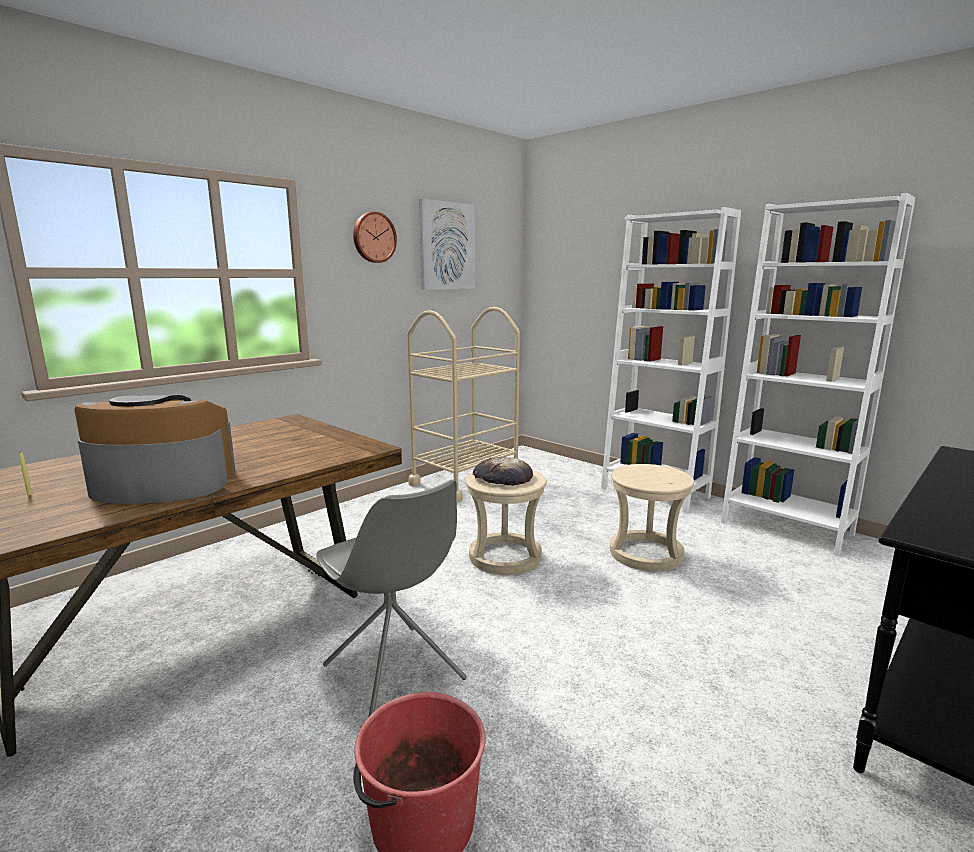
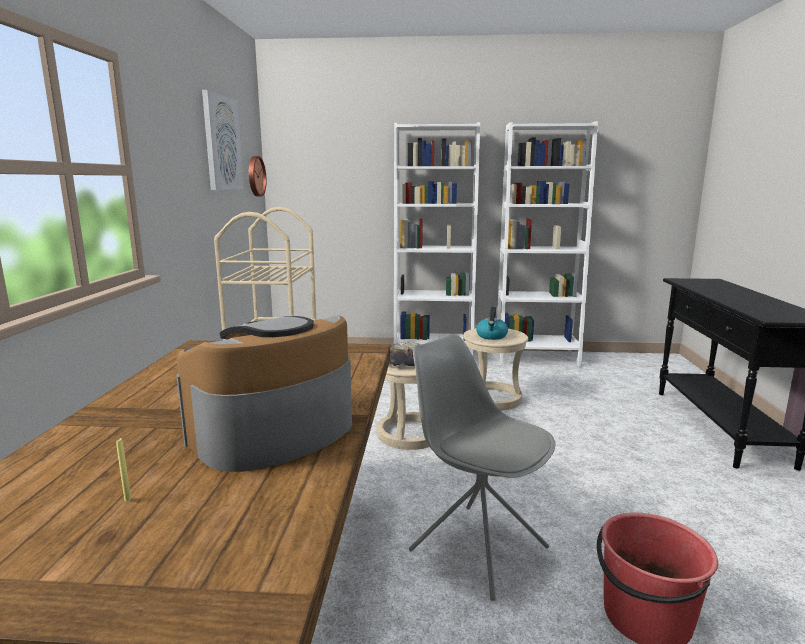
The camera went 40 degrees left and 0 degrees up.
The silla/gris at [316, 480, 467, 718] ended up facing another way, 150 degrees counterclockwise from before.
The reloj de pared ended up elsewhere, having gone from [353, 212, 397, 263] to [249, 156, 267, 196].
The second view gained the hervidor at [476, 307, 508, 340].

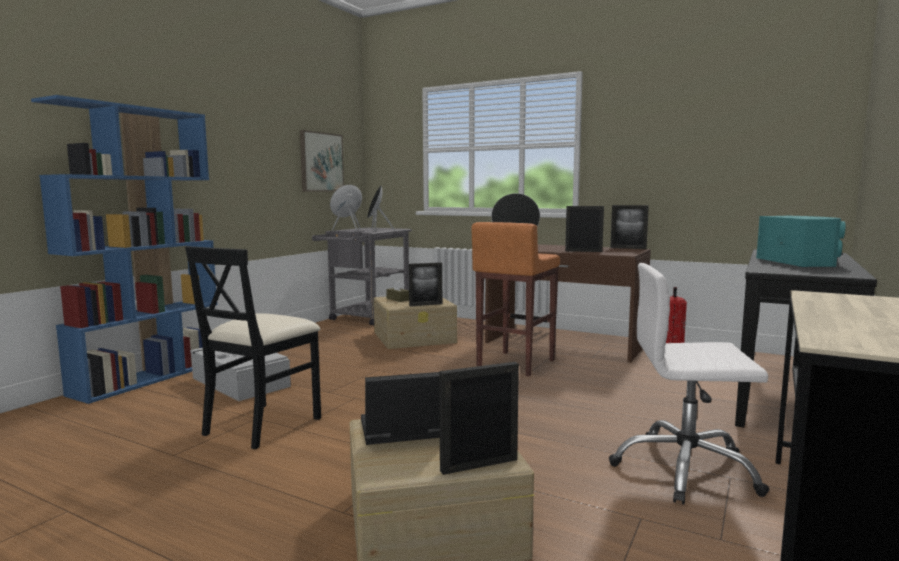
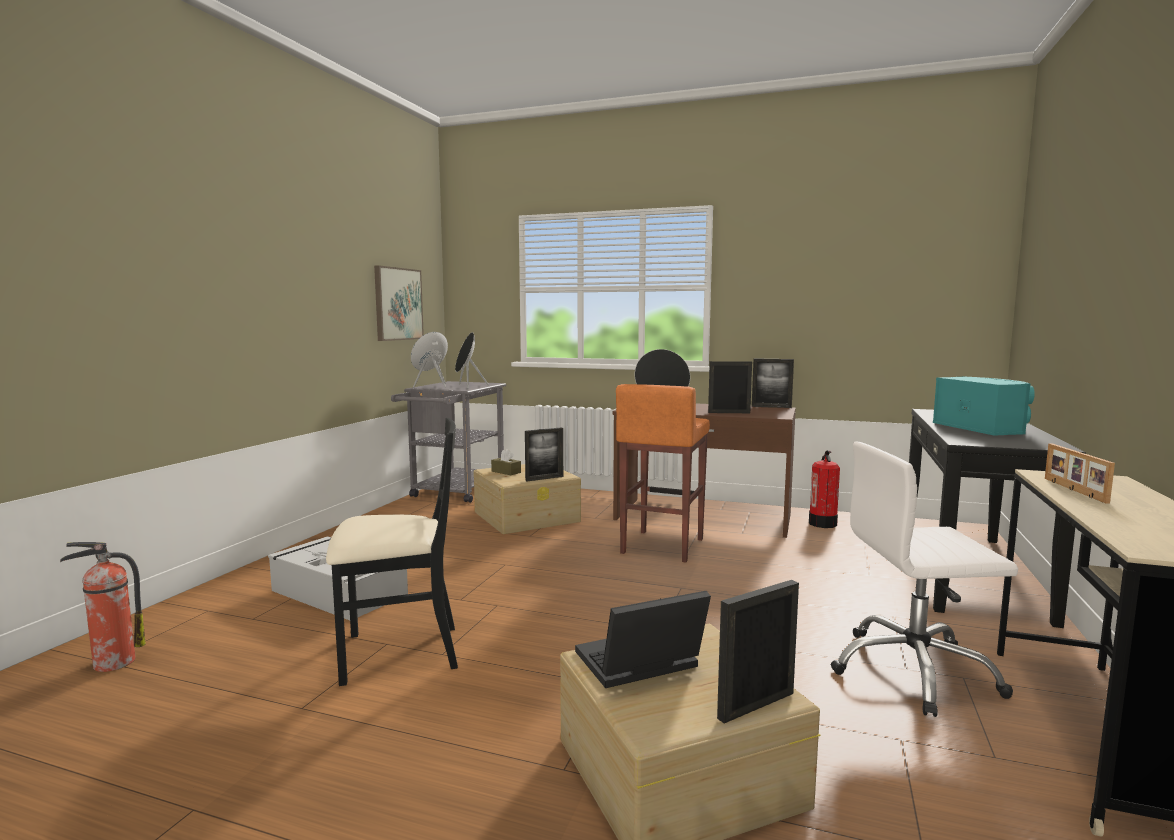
The camera went 10 degrees left and 0 degrees up.
The second view lost the estantería/azul at [31, 95, 217, 404].
The silla/negro at [185, 246, 321, 449] ended up facing another way, 120 degrees counterclockwise from before.
The second view gained the extintor at [60, 542, 146, 672].
The second view gained the portarretratos at [1045, 443, 1115, 503].

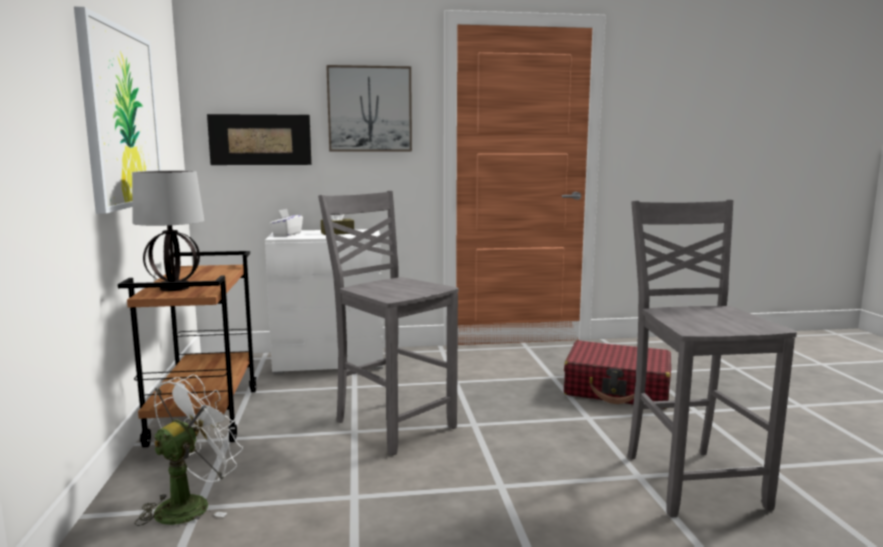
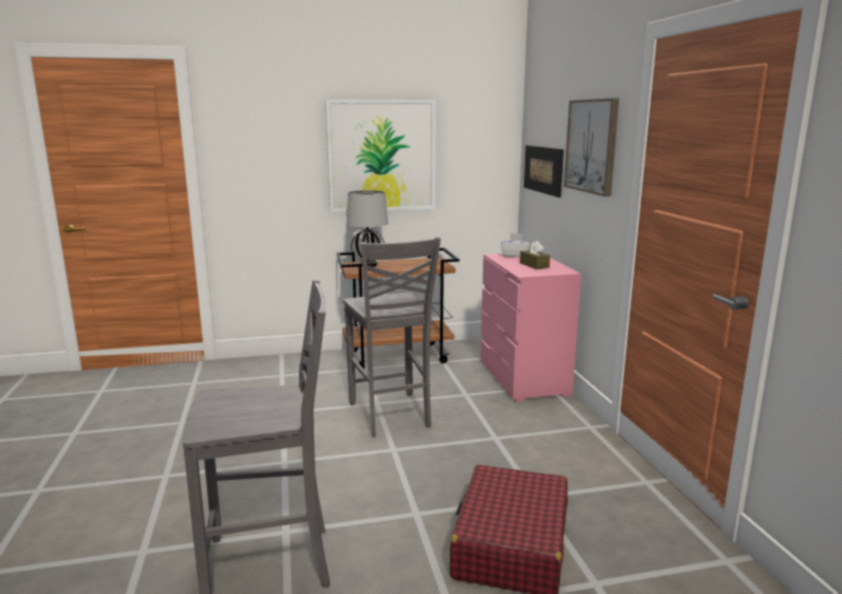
The camera went 85 degrees right and 5 degrees up.
The second view lost the ventilador/blanco at [135, 374, 243, 526].
What was the cómoda/blanco at [265, 229, 383, 374] turned into the cómoda/rosa at [480, 253, 581, 402].
The silla/gris at [318, 191, 458, 456] ended up facing another way, 120 degrees clockwise from before.

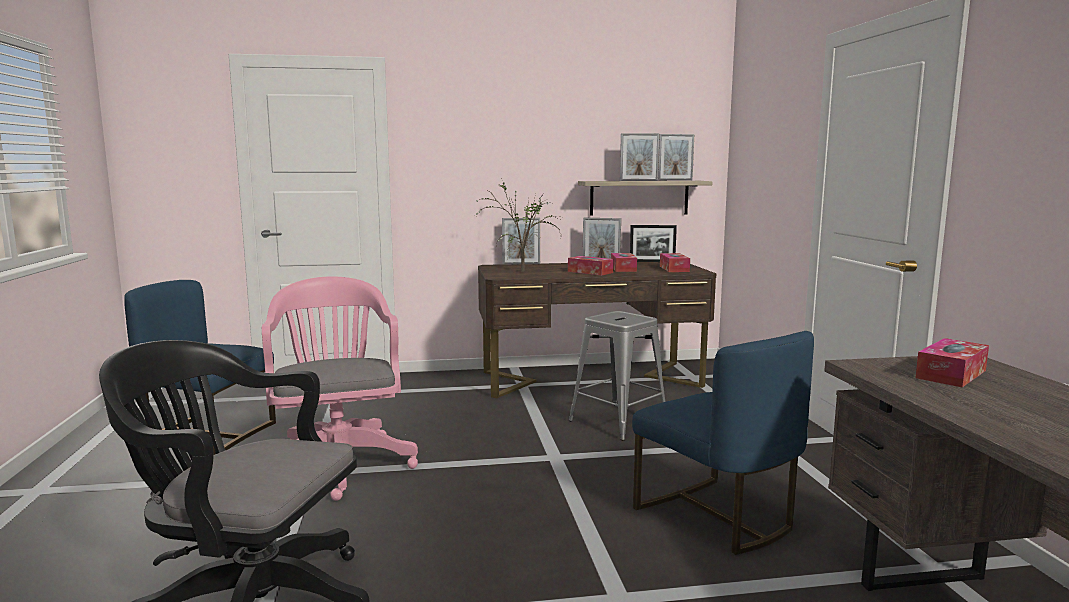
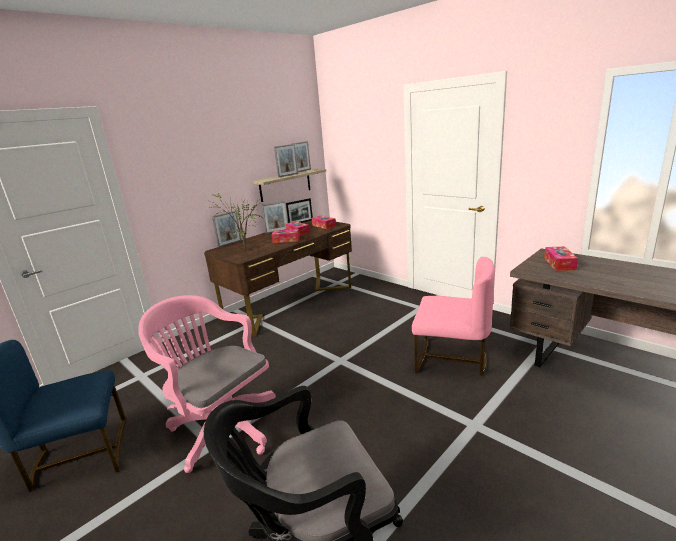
The camera went 35 degrees left and 10 degrees up.
The second view lost the taburete/gris at [569, 311, 665, 440].
What was the silla/azul at [632, 331, 814, 555] turned into the silla/rosa at [412, 257, 495, 376].

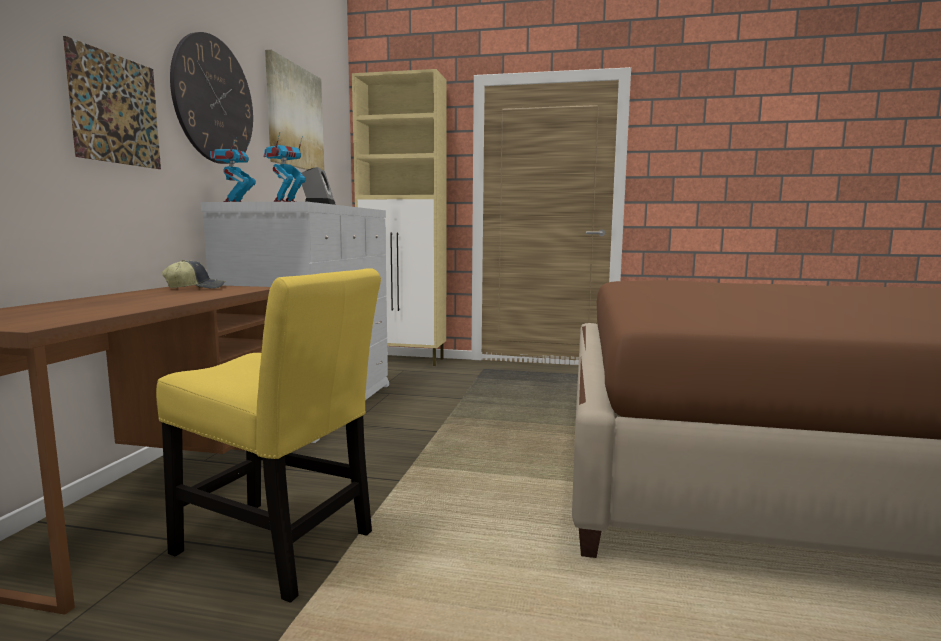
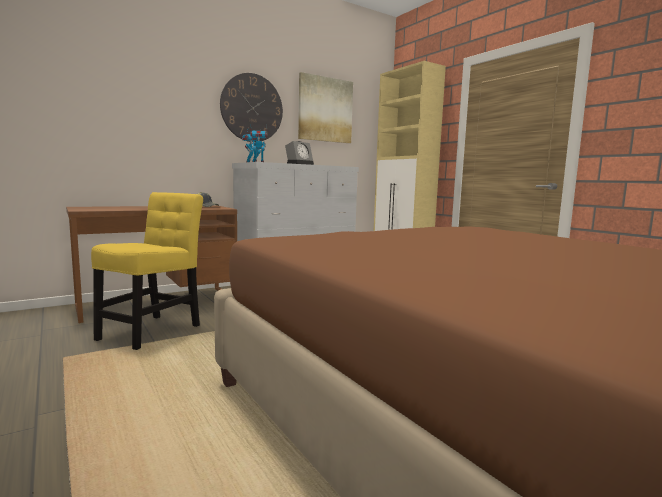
The camera went 45 degrees right and 0 degrees up.
The second view lost the cuadro at [63, 36, 161, 169].
The silla/amarillo at [156, 268, 381, 603] ended up facing another way, 135 degrees counterclockwise from before.

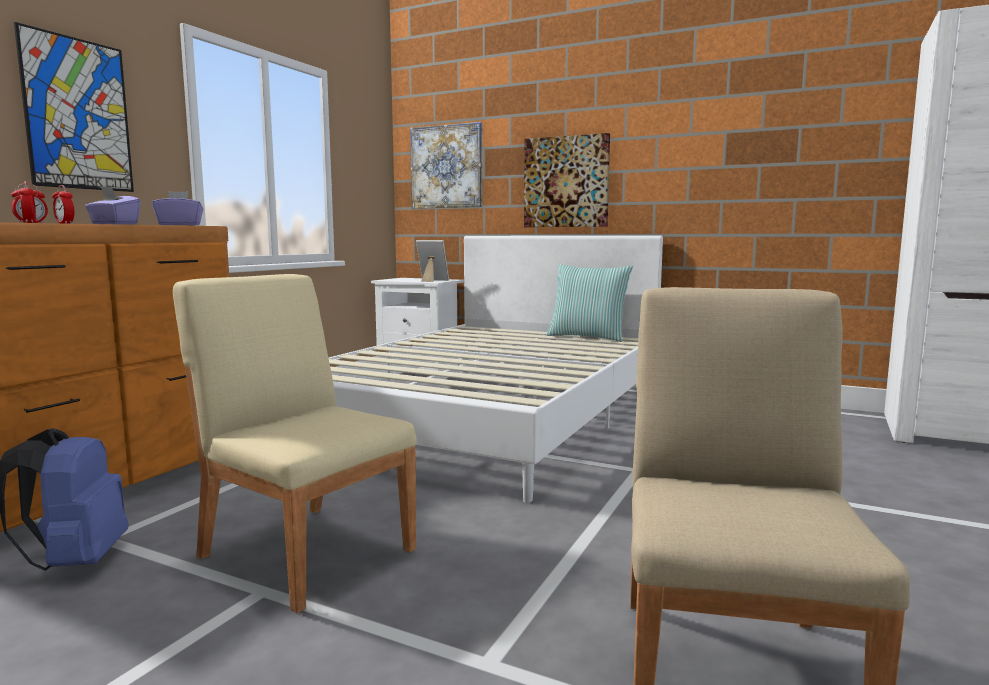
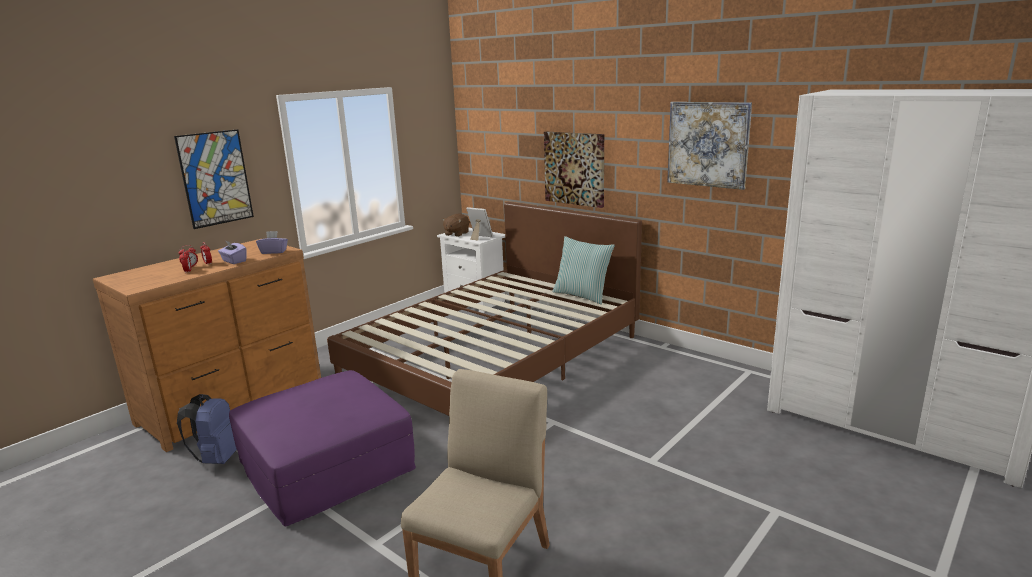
The camera went 15 degrees right and 10 degrees up.
Where the silla/beis stood at [173, 274, 417, 613], the puf/morado came to stand at [229, 370, 416, 526].
What was the cama/blanco at [329, 236, 663, 503] turned into the cama/marrón at [327, 202, 642, 416].
The cuadro ended up elsewhere, having gone from [410, 122, 483, 209] to [667, 102, 752, 190].
The second view gained the peluche/marrón at [442, 213, 469, 237].

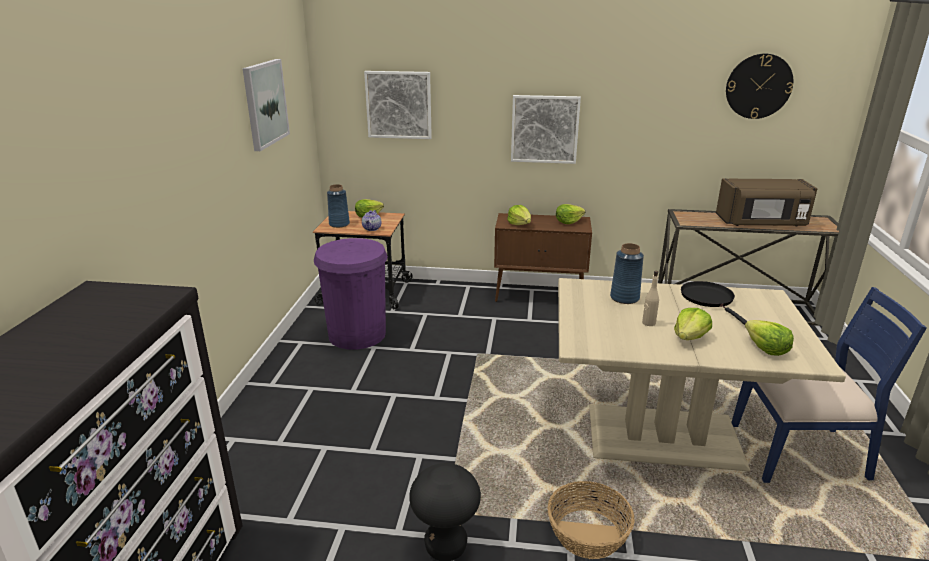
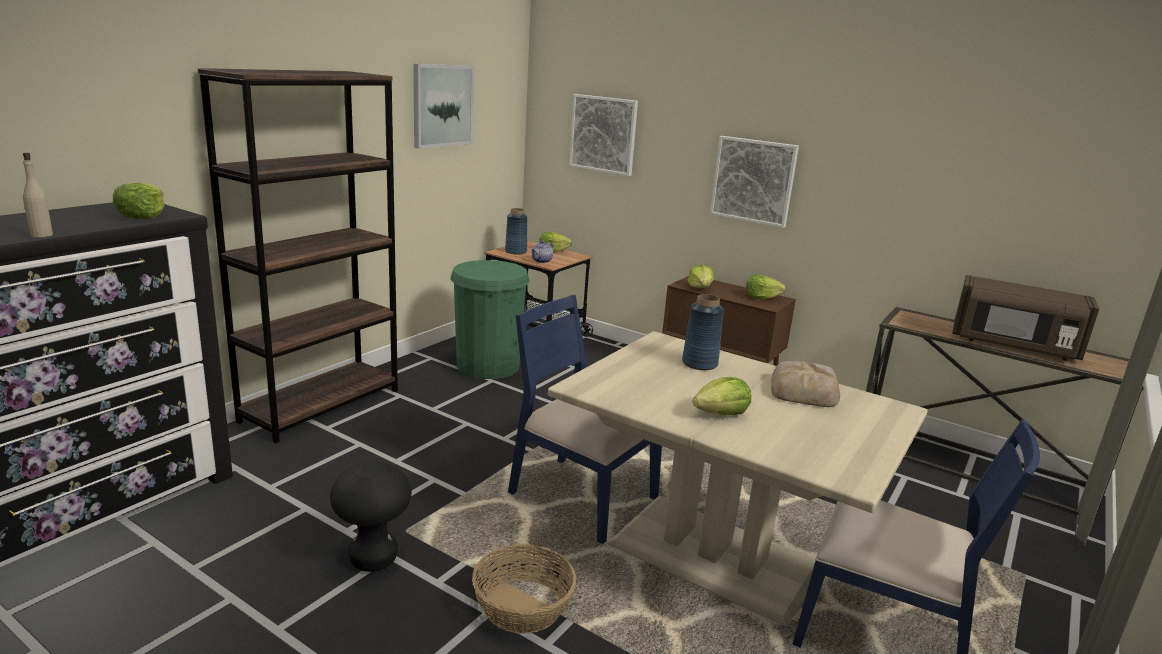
The camera went 25 degrees right and 5 degrees down.
What was the papelera/morado at [314, 238, 388, 350] turned into the papelera/verde at [450, 260, 530, 379].
The botella/beis ended up elsewhere, having gone from [642, 271, 659, 326] to [23, 153, 53, 238].
Where the sartén/negro stood at [681, 281, 747, 325], the pan came to stand at [771, 361, 840, 407].
The second view lost the reloj de pared at [726, 54, 793, 119].
The lechuga ended up elsewhere, having gone from [745, 320, 794, 356] to [113, 182, 164, 219].
The second view gained the estantería/marrón at [197, 68, 398, 443].
The second view gained the silla/azul at [508, 295, 662, 544].

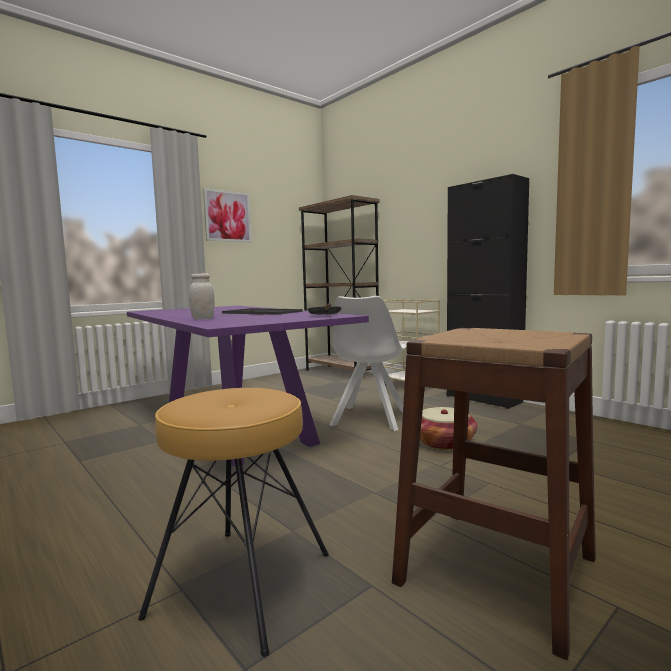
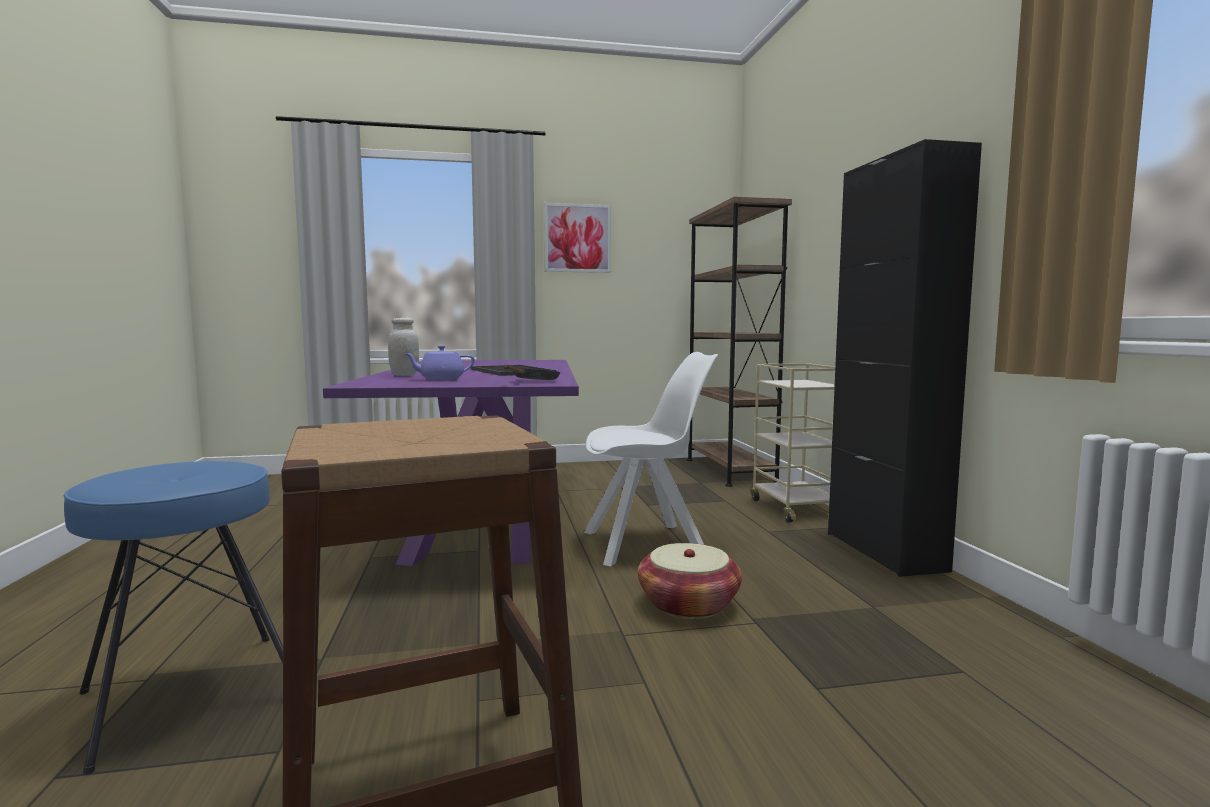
The camera went 30 degrees right and 0 degrees up.
What was the taburete/marrón at [138, 388, 329, 657] turned into the taburete/azul at [64, 461, 283, 775].
The silla/blanco at [330, 296, 406, 431] ended up facing another way, 150 degrees counterclockwise from before.
The second view gained the tetera/morado at [403, 345, 475, 380].

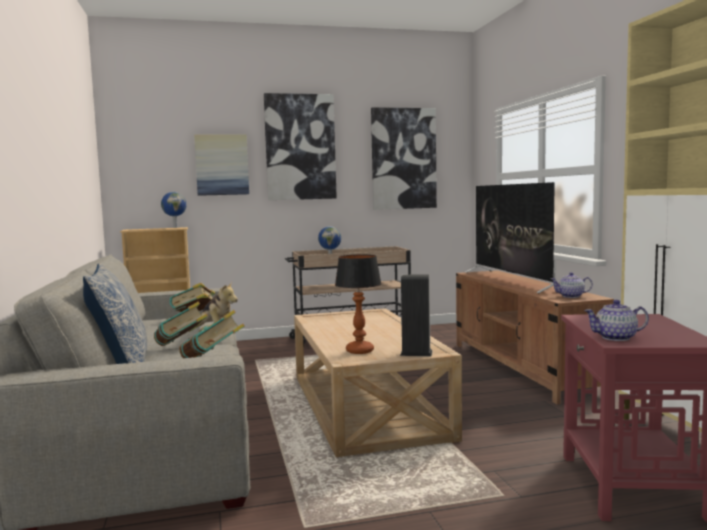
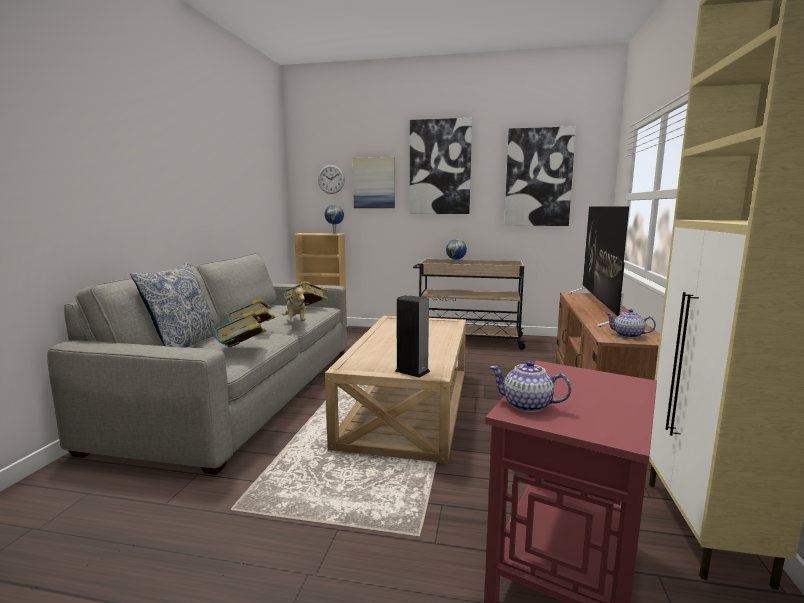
The camera went 25 degrees right and 5 degrees up.
The second view lost the lámpara de mesa at [335, 254, 382, 354].
The second view gained the reloj de pared at [318, 165, 345, 194].

